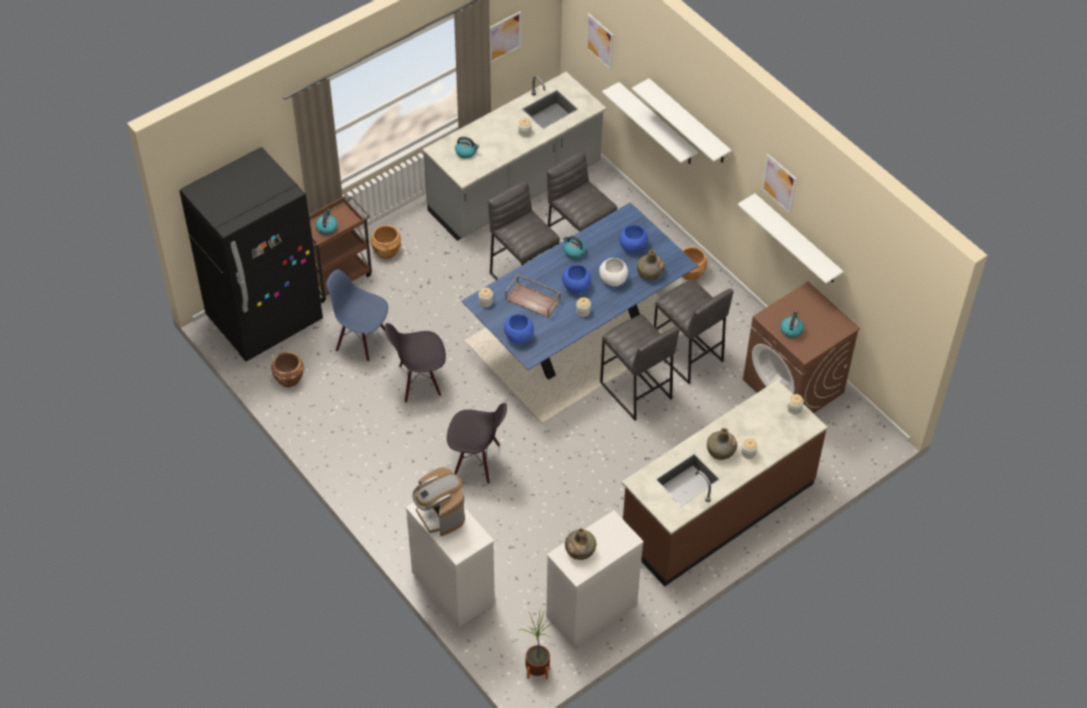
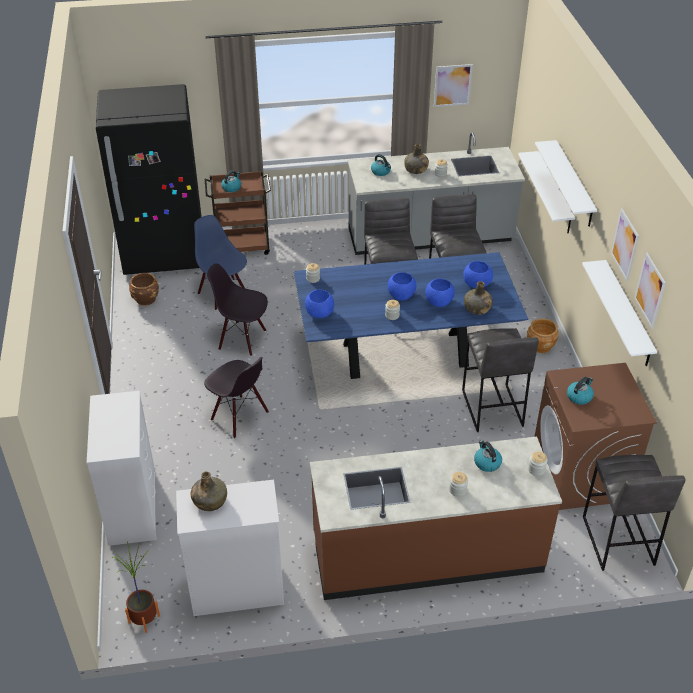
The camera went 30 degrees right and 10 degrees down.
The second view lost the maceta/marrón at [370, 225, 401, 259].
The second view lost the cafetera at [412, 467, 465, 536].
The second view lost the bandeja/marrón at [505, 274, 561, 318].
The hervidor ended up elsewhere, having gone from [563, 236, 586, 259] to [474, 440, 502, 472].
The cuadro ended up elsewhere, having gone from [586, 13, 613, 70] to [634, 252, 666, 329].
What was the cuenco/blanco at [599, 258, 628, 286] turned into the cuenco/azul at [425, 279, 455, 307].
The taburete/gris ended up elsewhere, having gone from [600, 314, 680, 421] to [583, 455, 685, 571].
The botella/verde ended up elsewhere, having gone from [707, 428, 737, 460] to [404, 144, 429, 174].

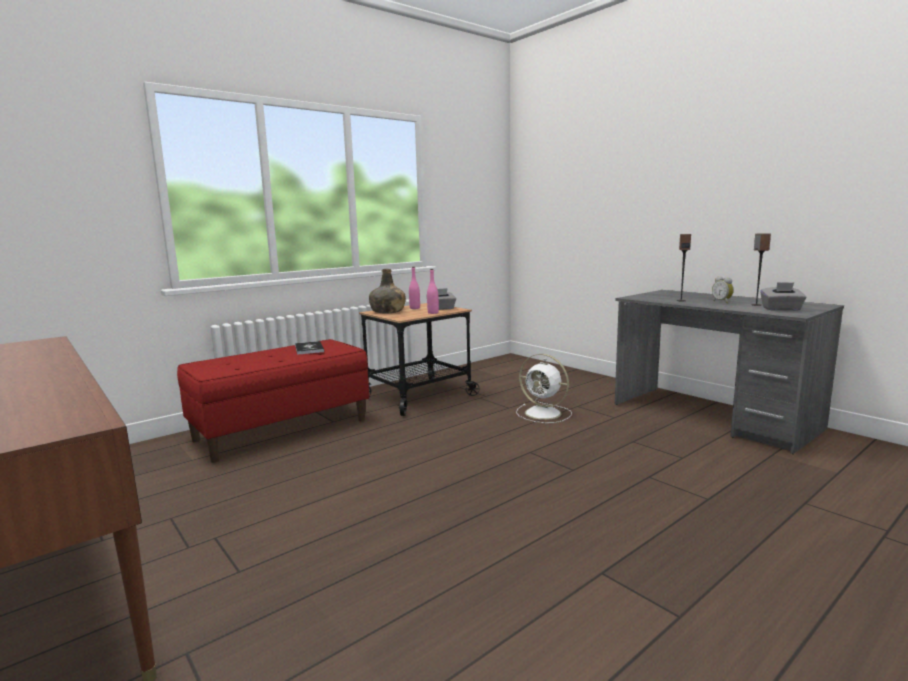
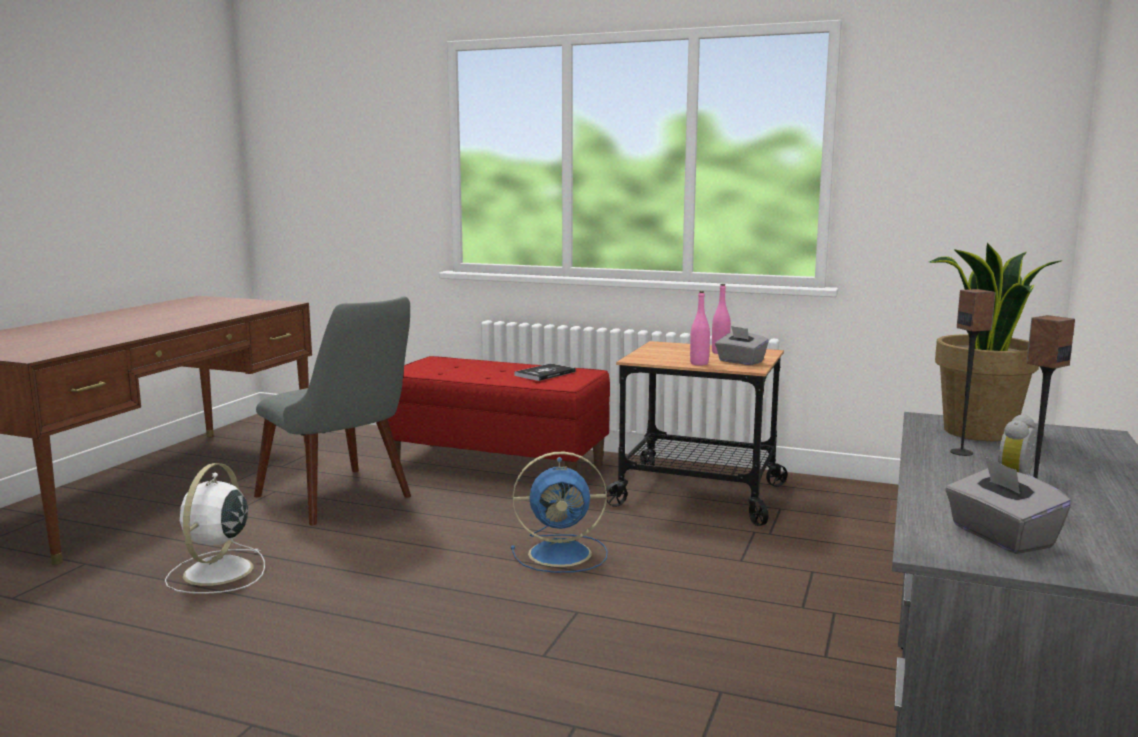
The camera went 60 degrees right and 0 degrees up.
The second view lost the botella/verde at [369, 269, 406, 313].
The ventilador/blanco ended up elsewhere, having gone from [516, 354, 572, 423] to [165, 463, 265, 594].
The second view gained the silla/gris at [254, 296, 411, 525].
The second view gained the ventilador/azul at [511, 452, 608, 573].
The second view gained the planta en maceta at [929, 243, 1061, 441].

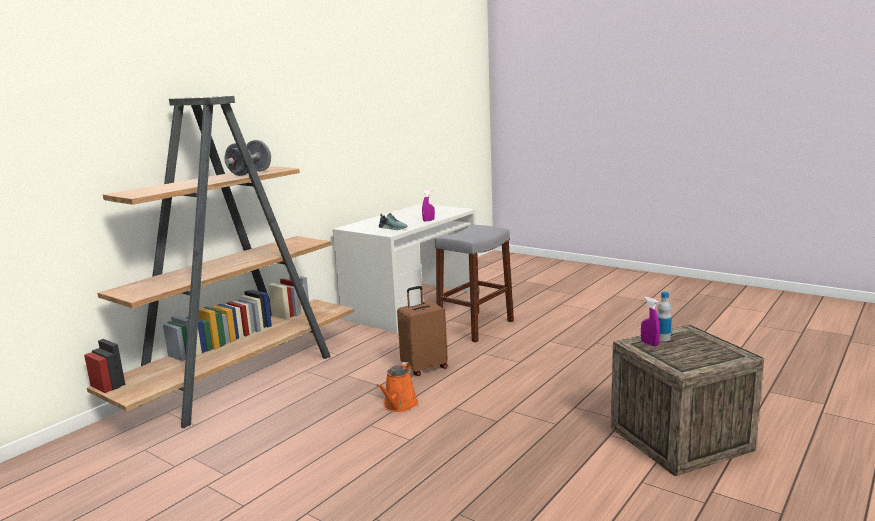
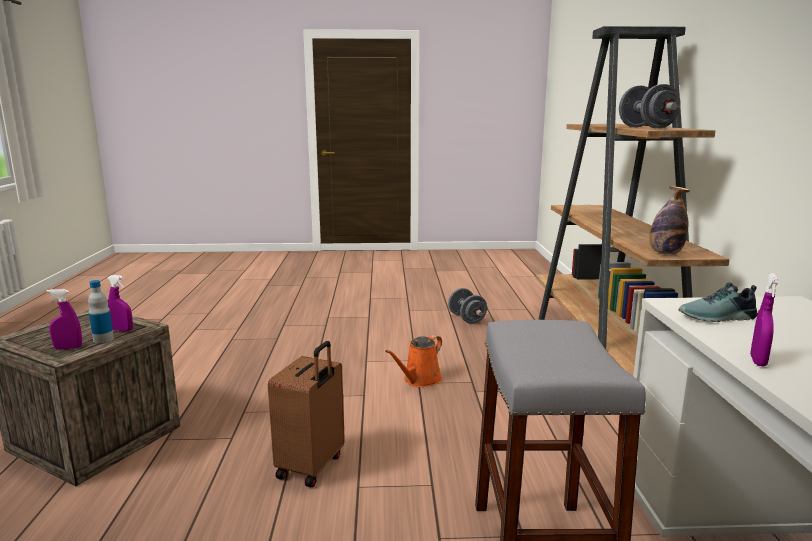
The camera went 140 degrees right and 0 degrees up.
The regadera/naranja at [376, 362, 418, 412] ended up facing another way, 120 degrees counterclockwise from before.
The maleta/marrón ended up elsewhere, having gone from [397, 286, 448, 376] to [268, 341, 345, 488].
The second view gained the pulverizador/morado at [46, 289, 82, 350].
The second view gained the mancuerna/gris at [448, 288, 487, 324].
The second view gained the botella at [649, 186, 690, 255].

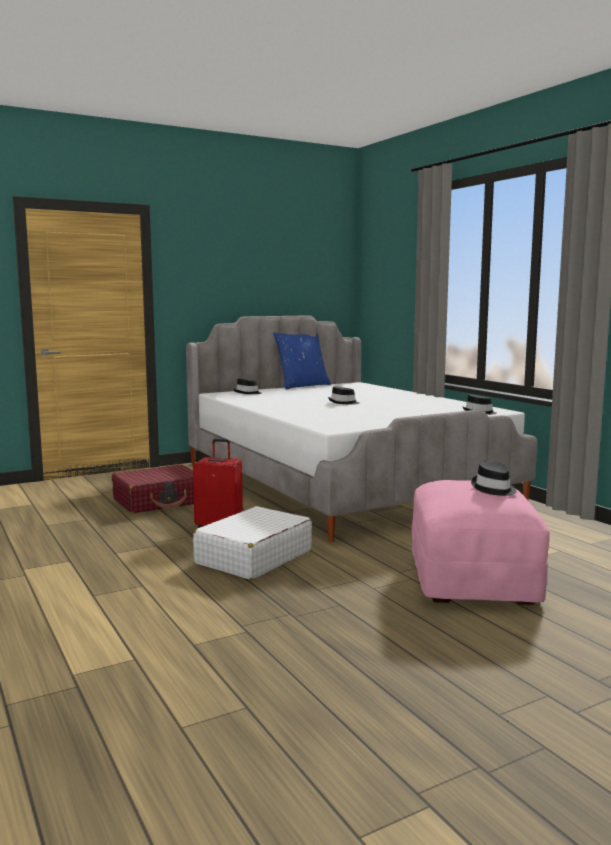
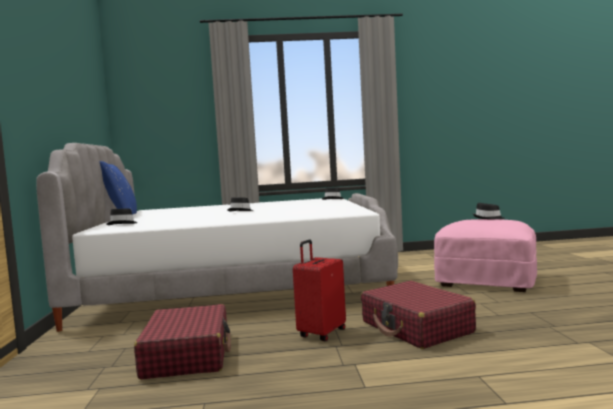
The camera went 65 degrees left and 5 degrees down.
What was the maleta/blanco at [193, 506, 312, 580] turned into the maleta/rojo at [361, 281, 476, 349].

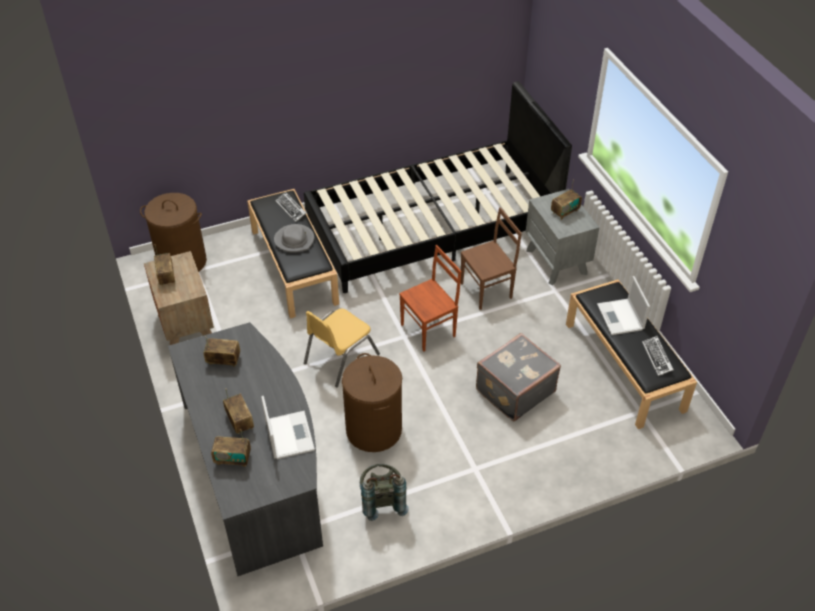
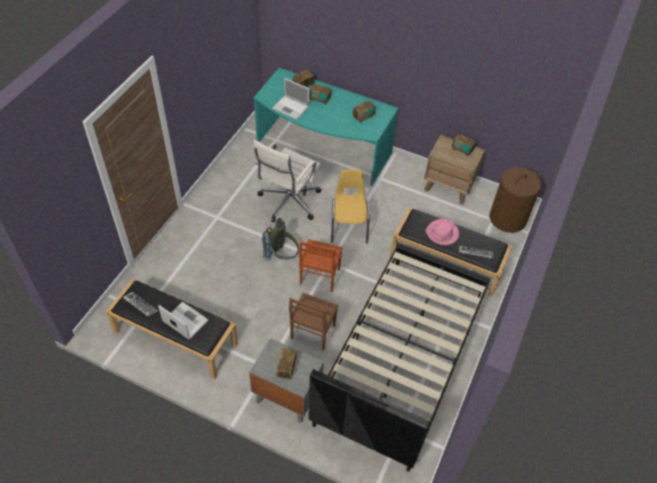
The camera went 135 degrees right and 5 degrees up.
What was the escritorio/gris at [168, 322, 323, 576] turned into the escritorio/turquesa at [254, 68, 399, 186].
What was the sombrero/gris at [274, 224, 314, 253] turned into the sombrero/rosa at [425, 219, 459, 245].
Where the cesto de la ropa/marrón stood at [342, 353, 402, 452], the silla de oficina/blanco came to stand at [253, 140, 322, 222].
The mochila/gris ended up elsewhere, having gone from [360, 464, 409, 521] to [262, 218, 299, 260].
The second view lost the maleta/gris at [476, 333, 561, 422].

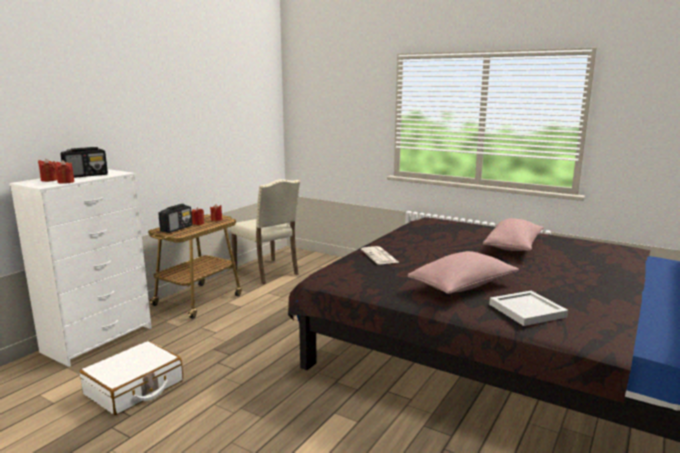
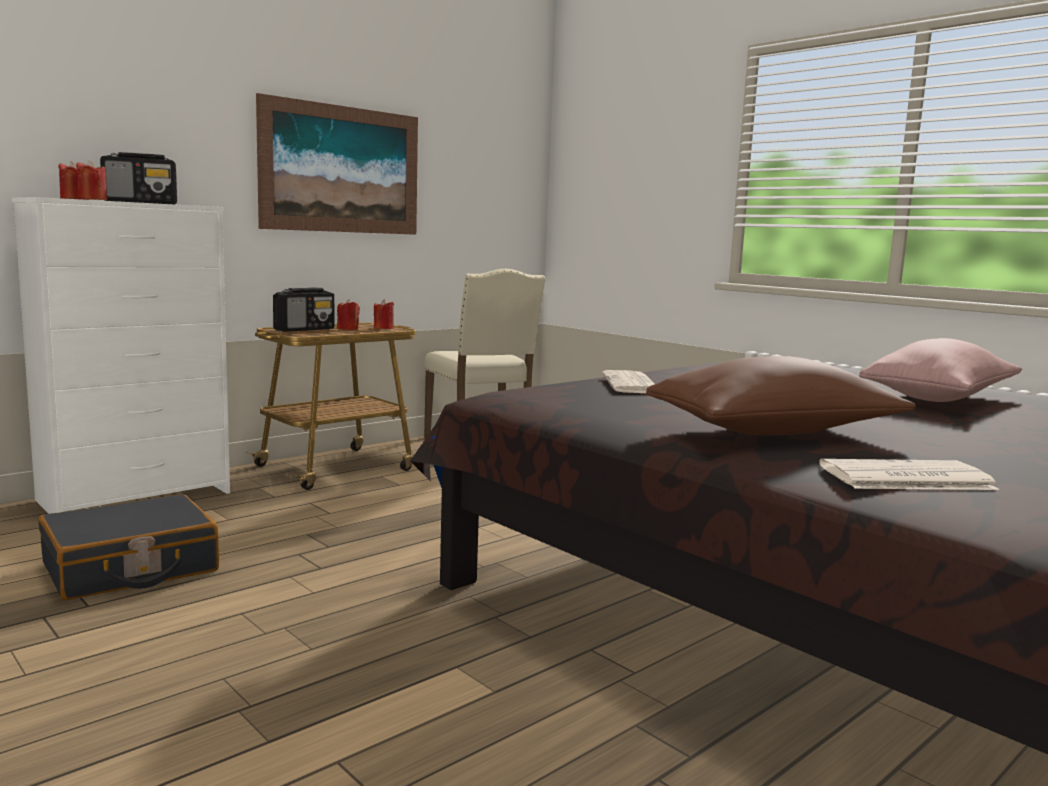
The camera went 15 degrees right and 5 degrees down.
What was the maleta/blanco at [79, 341, 183, 415] turned into the maleta/negro at [38, 494, 219, 600].
What was the cojín/rosa at [408, 251, 519, 294] turned into the cojín/marrón at [646, 356, 916, 436].
Where the bandeja/blanco stood at [489, 291, 568, 326], the periódico came to stand at [820, 459, 999, 490].
The second view gained the cuadro at [256, 93, 418, 235].

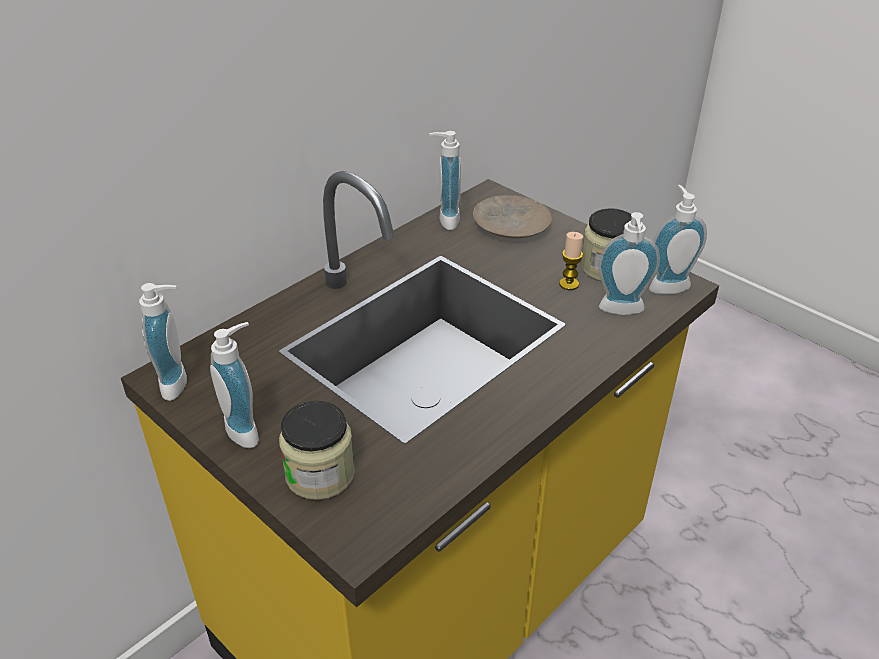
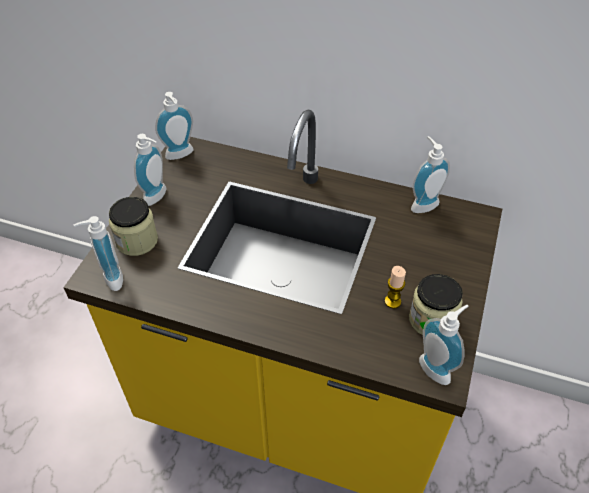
The camera went 65 degrees right and 10 degrees up.
The second view lost the plato/beis at [473, 195, 552, 238].
The dispensador de jabón ended up elsewhere, having gone from [598, 212, 660, 315] to [74, 216, 123, 291].

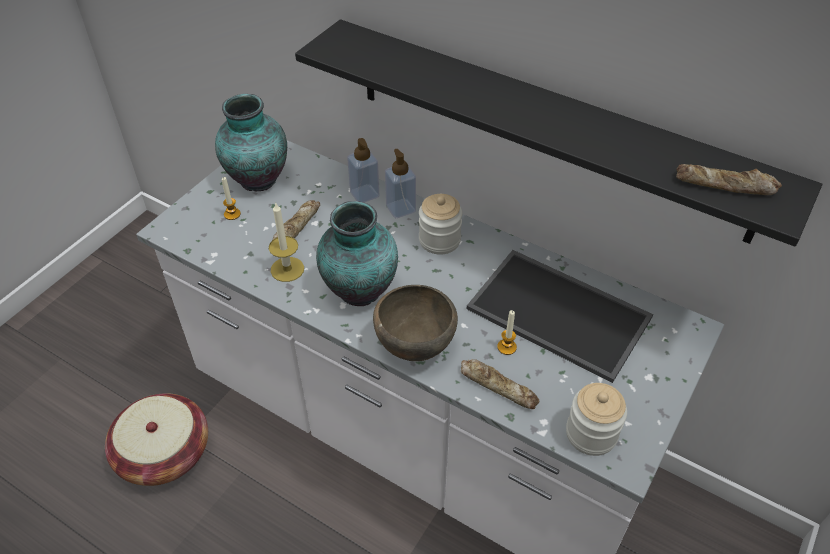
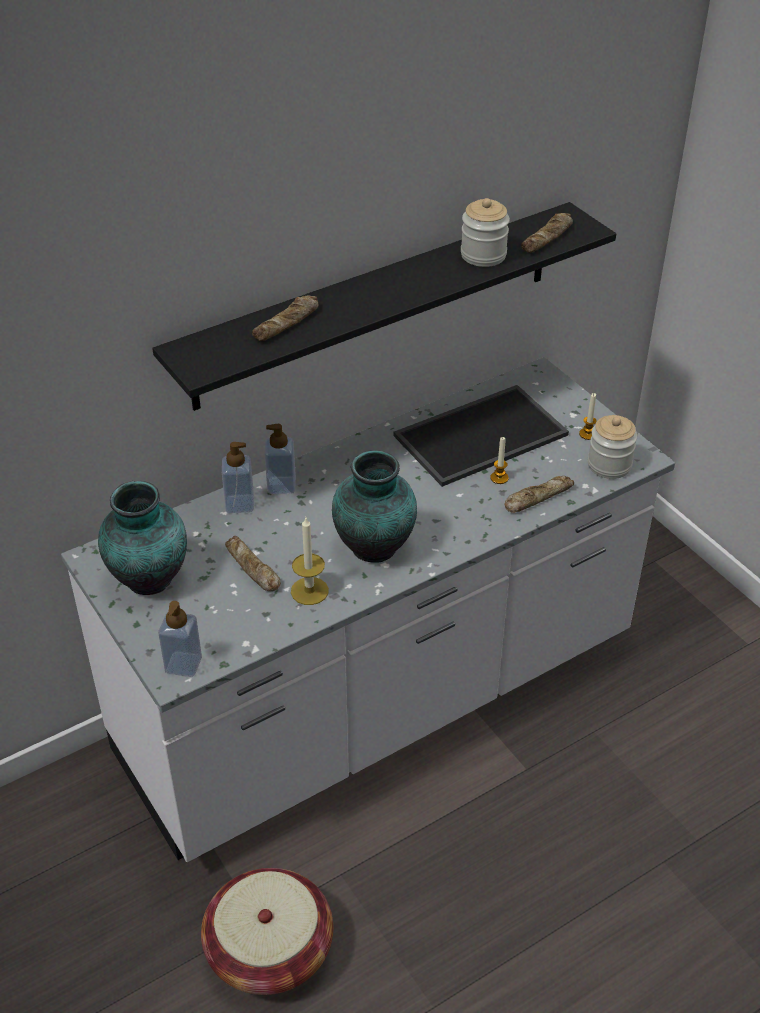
The camera went 65 degrees left and 5 degrees down.
The vela ended up elsewhere, having gone from [222, 177, 241, 220] to [579, 393, 597, 440].
The second view lost the cuenco/marrón at [373, 285, 458, 361].
The tarro ended up elsewhere, having gone from [419, 194, 463, 255] to [461, 198, 510, 267].
The second view gained the dispensador de jabón at [158, 601, 202, 677].
The second view gained the pan at [252, 295, 319, 341].

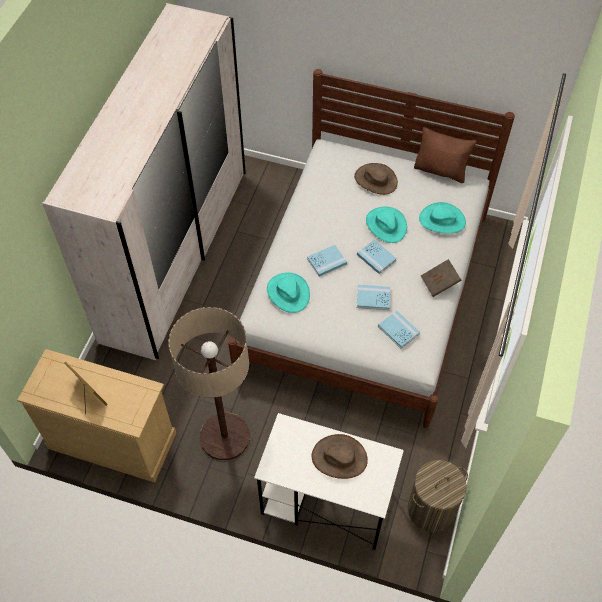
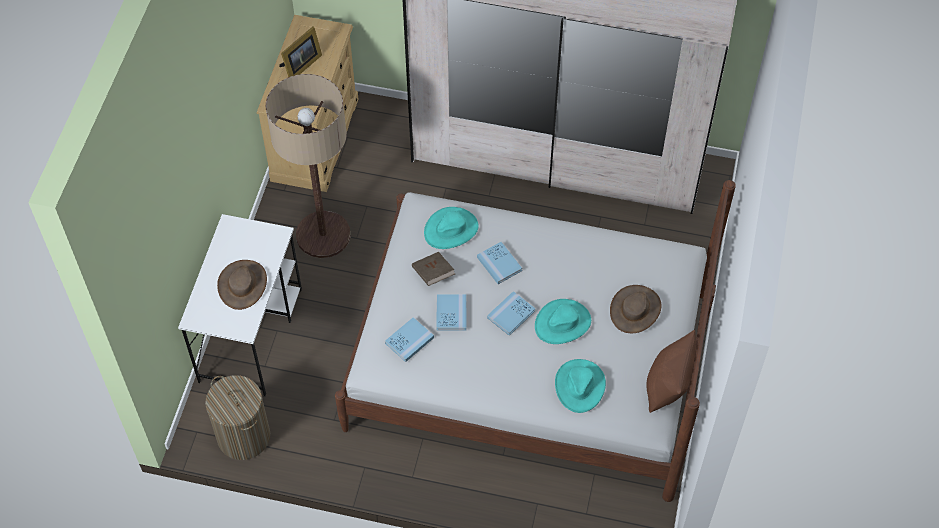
The camera went 85 degrees right and 0 degrees up.
The libro/marrón ended up elsewhere, having gone from [421, 259, 462, 297] to [412, 252, 455, 286].

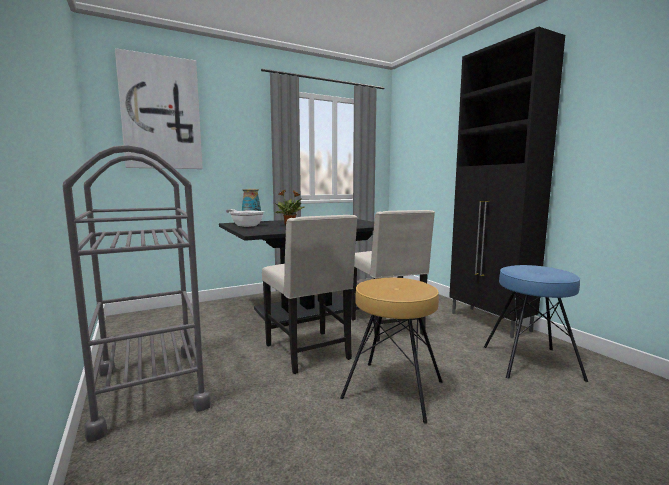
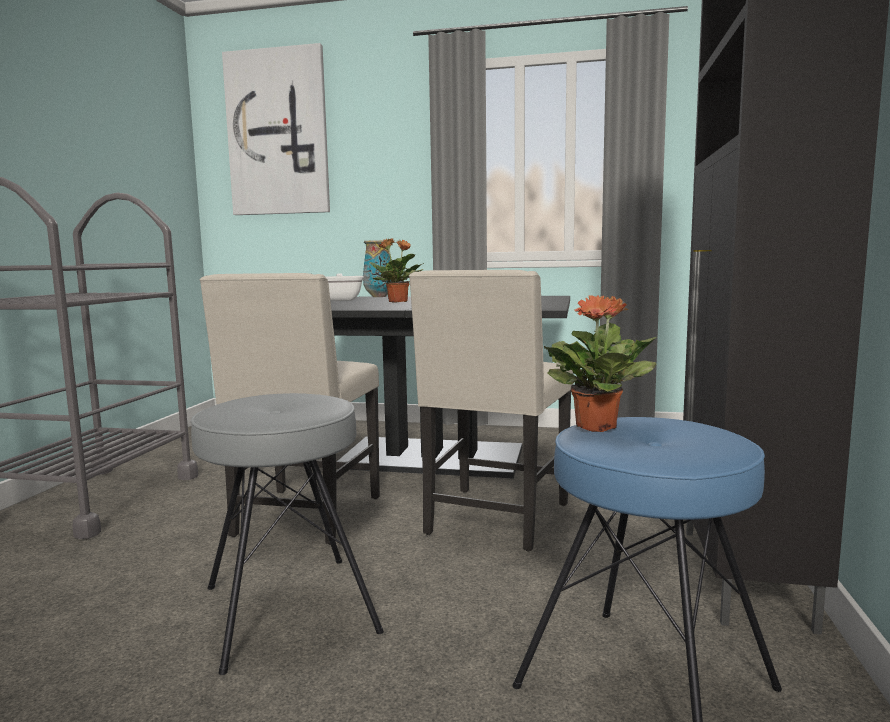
The camera went 40 degrees right and 0 degrees up.
What was the taburete/marrón at [340, 278, 442, 424] turned into the taburete/gris at [191, 393, 384, 675].
The second view gained the planta en maceta at [544, 295, 657, 432].

